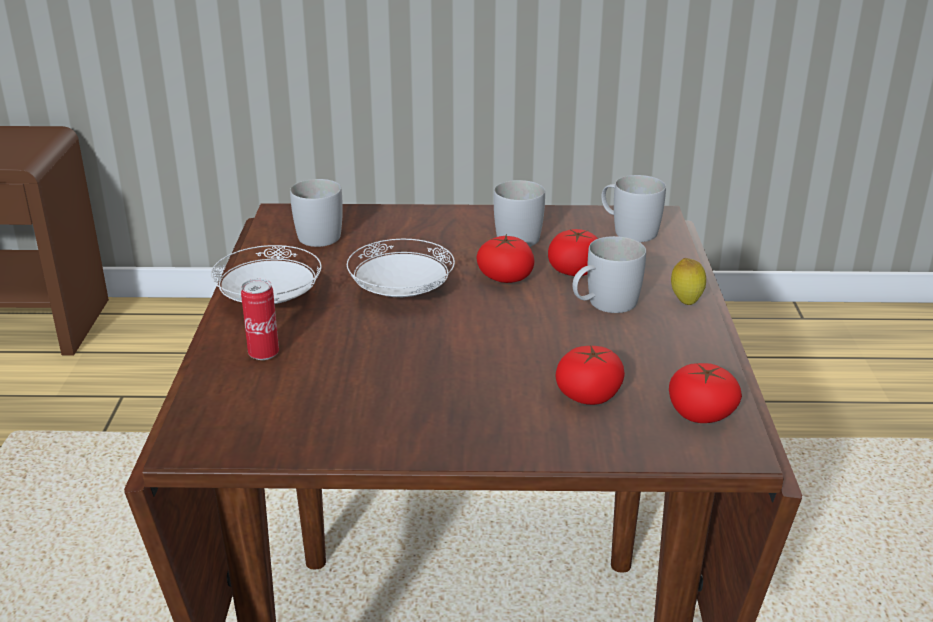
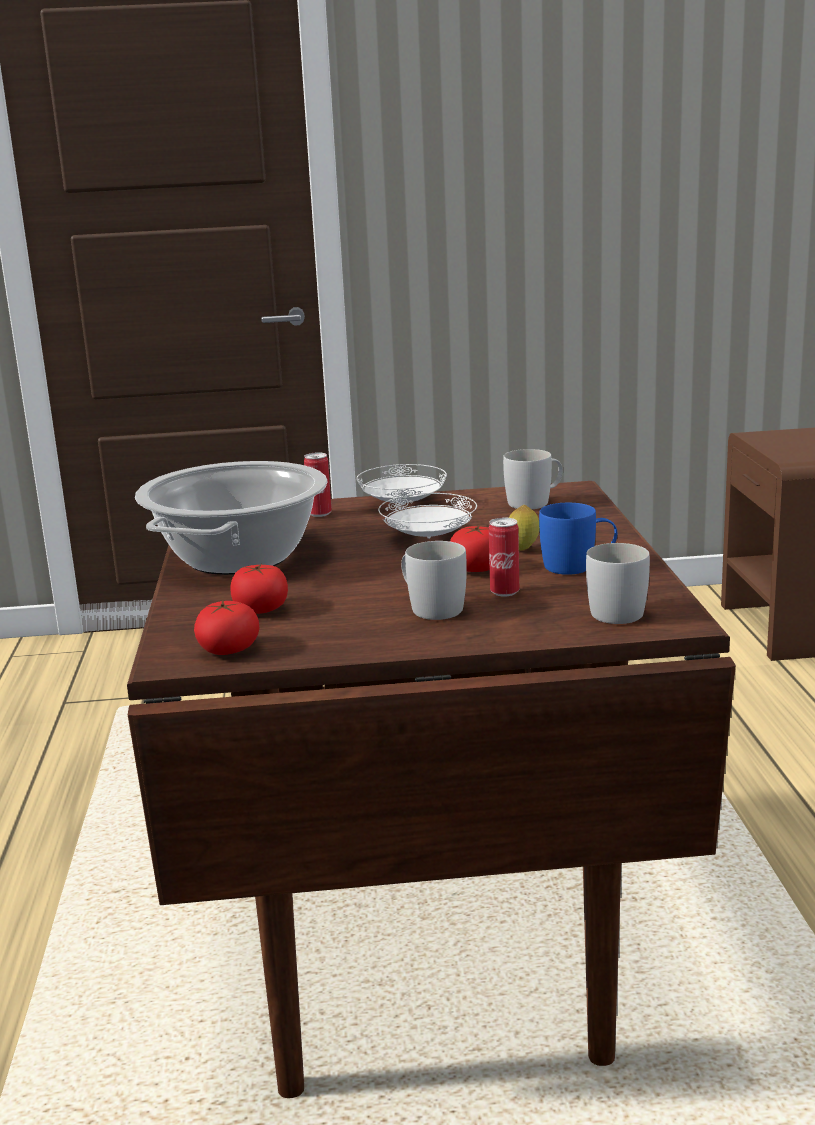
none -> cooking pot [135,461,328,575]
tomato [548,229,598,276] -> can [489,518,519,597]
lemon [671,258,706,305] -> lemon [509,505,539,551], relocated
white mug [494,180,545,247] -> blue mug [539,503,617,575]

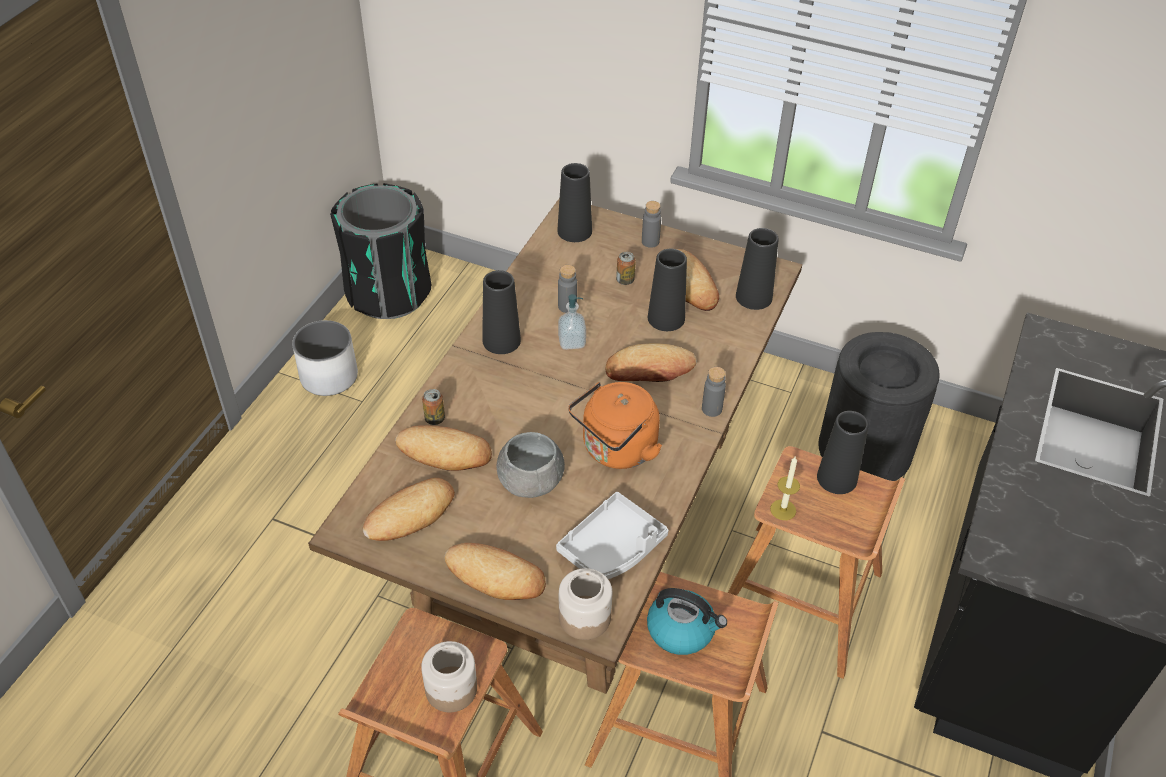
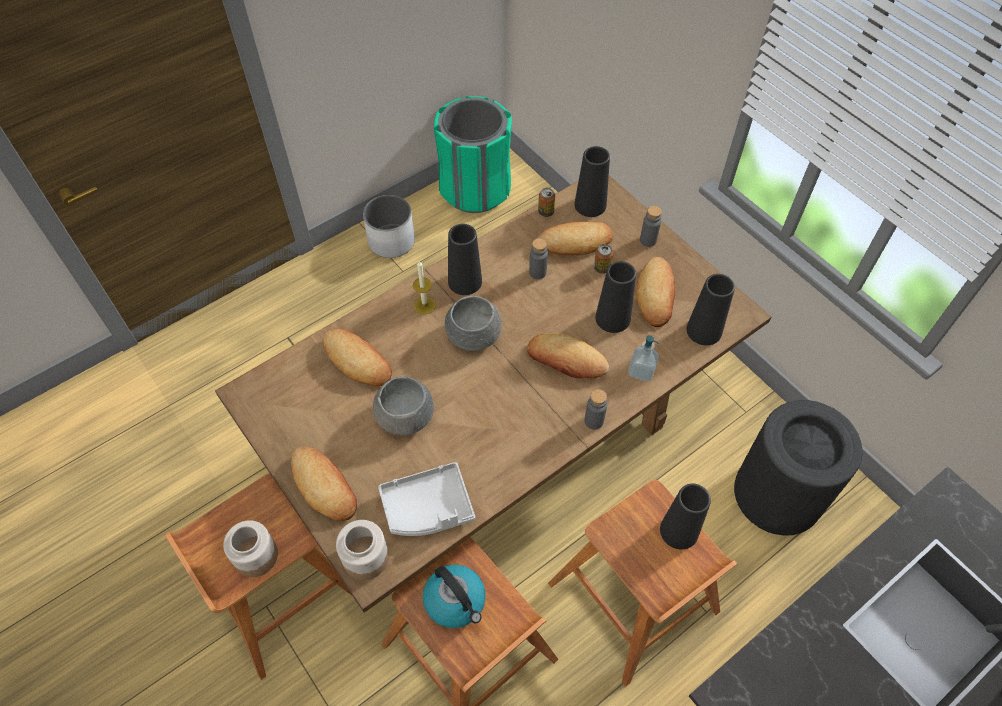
candle [770,457,800,520] -> candle [413,261,436,315], relocated
black trash can [330,183,432,319] -> green trash can [434,96,512,213]
none -> grey bowl [445,296,502,351]
bread [363,478,455,541] -> bread [537,221,613,255], relocated
can [422,389,445,425] -> can [538,188,555,217], relocated
soap dispenser [558,294,586,350] -> soap dispenser [628,335,660,382], relocated
orange kettle [568,382,662,469] -> none

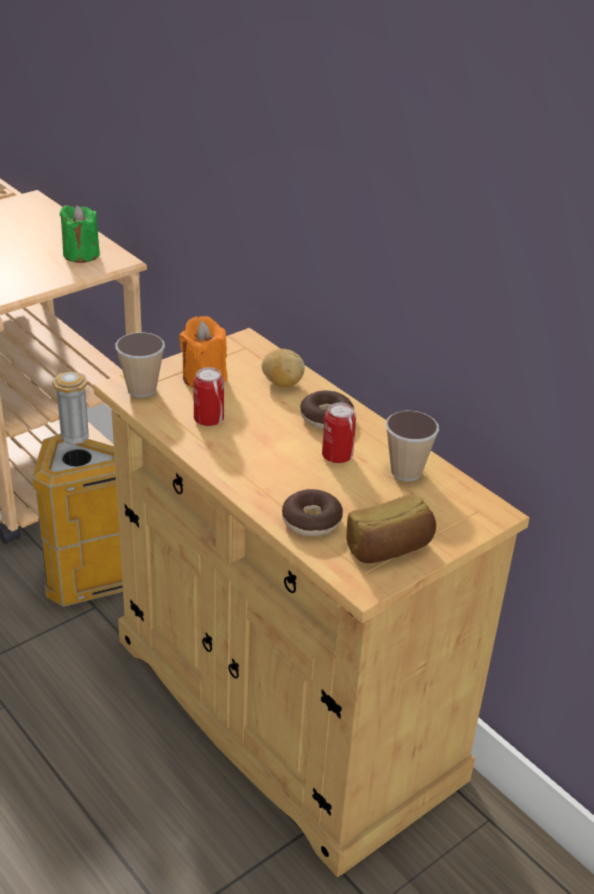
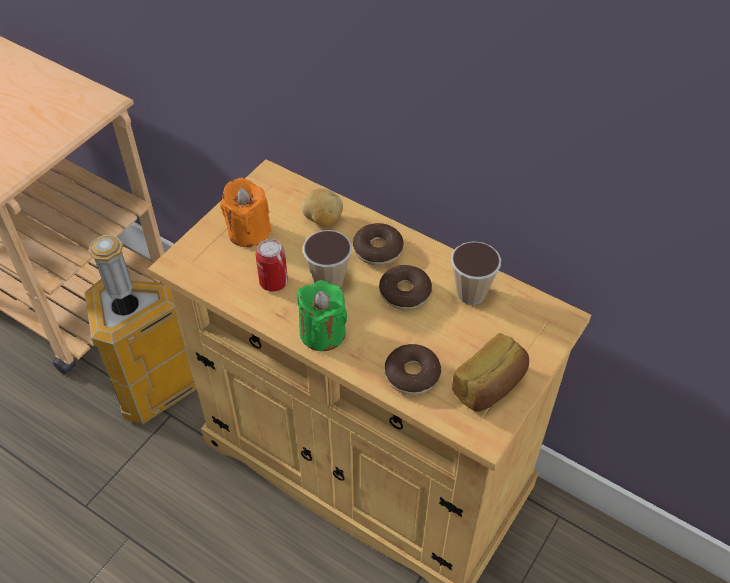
green candle [60,205,100,263] -> green candle [298,280,347,351], relocated
cup [115,332,165,397] -> cup [303,230,352,288], relocated
can [322,403,356,463] -> donut [379,265,432,310]

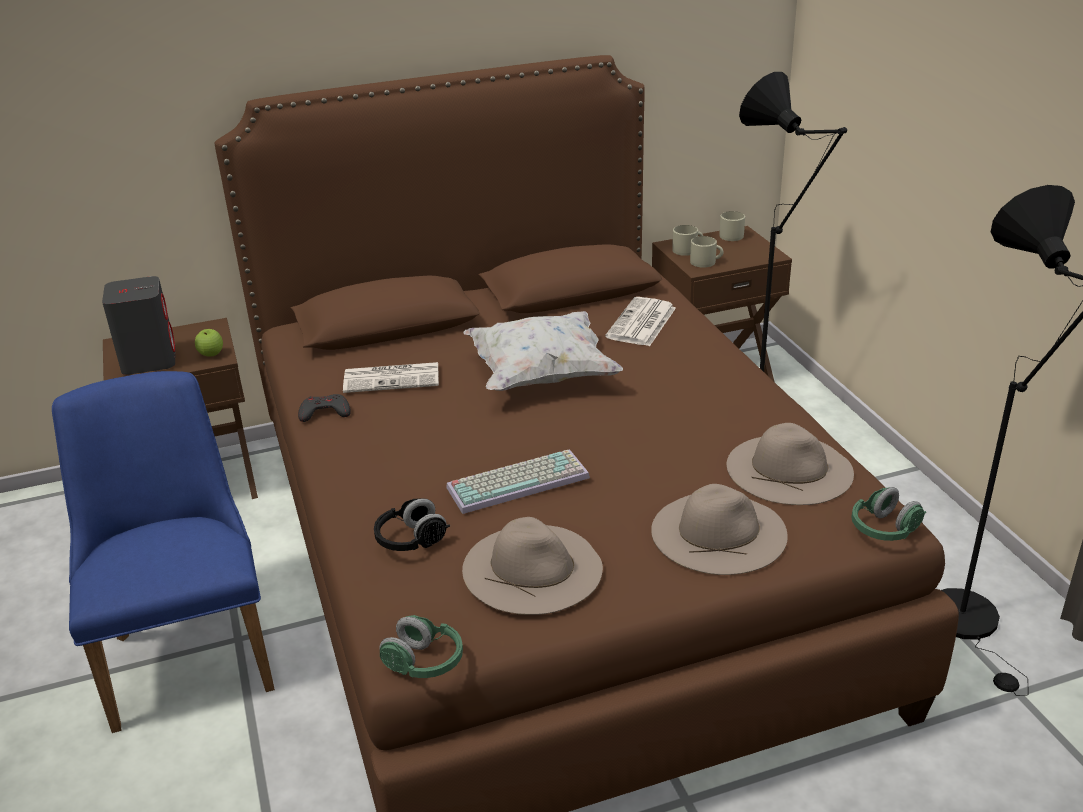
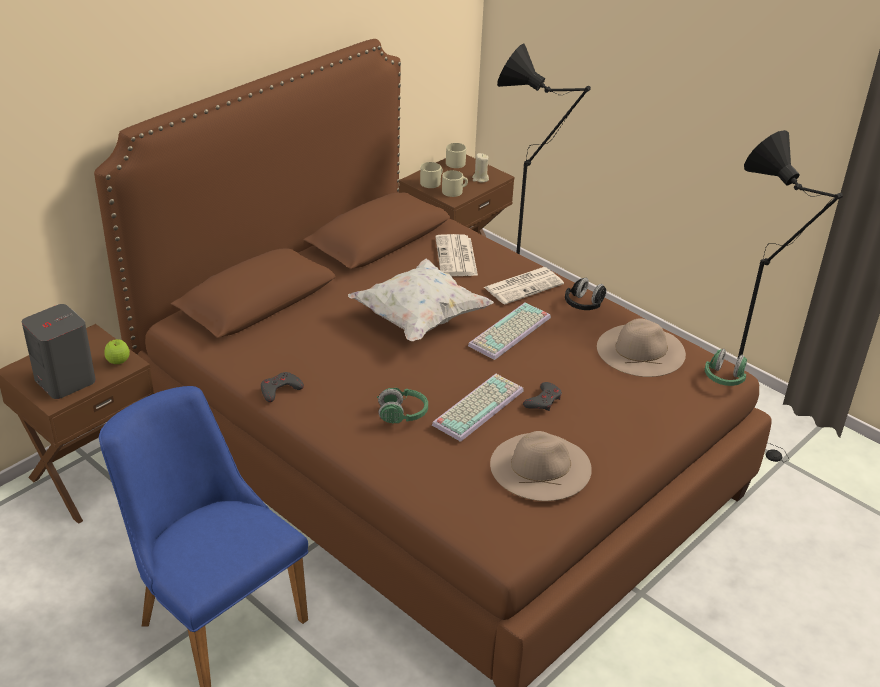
green headphones [379,615,463,678] -> green headphones [377,388,428,424], relocated
none -> keyboard [468,303,551,360]
none -> beige candle [472,153,489,182]
newspaper [343,362,439,393] -> newspaper [484,267,564,305], relocated
none -> grey game controller [523,382,562,411]
black headphones [374,498,450,551] -> black headphones [565,278,607,310], relocated
beige hat [651,484,788,575] -> none

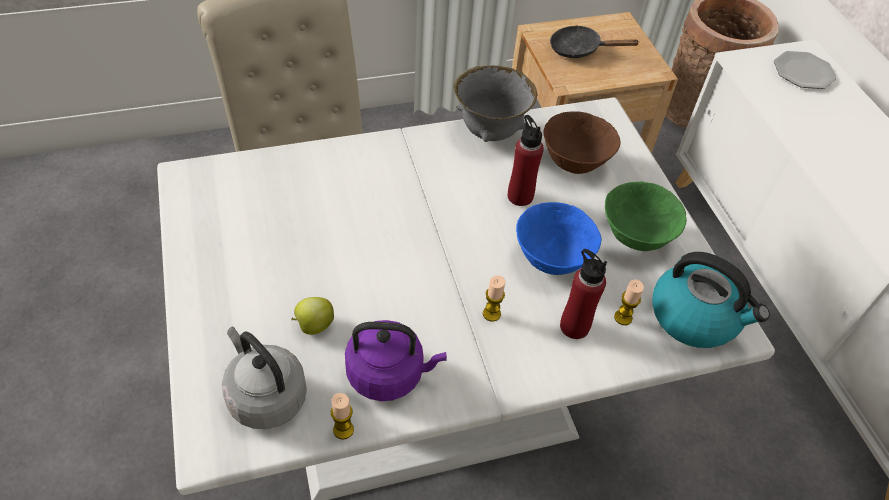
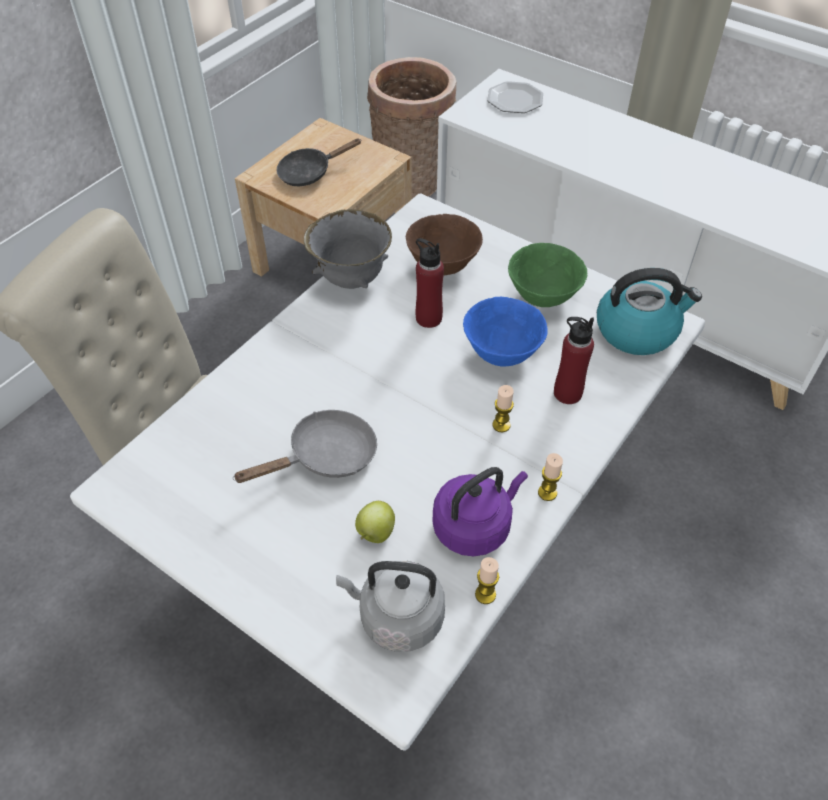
none -> grey frying pan [233,410,377,483]
candle [614,279,644,325] -> candle [538,453,563,501], relocated

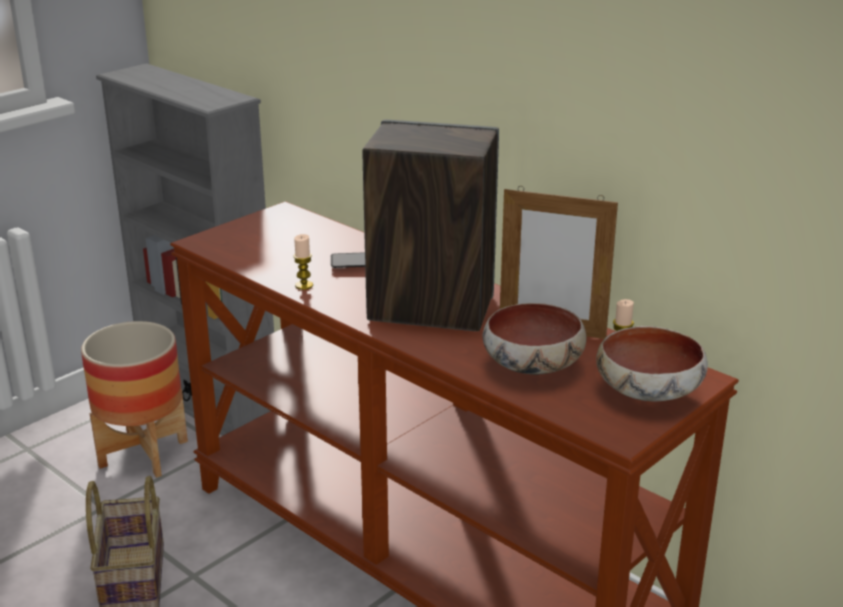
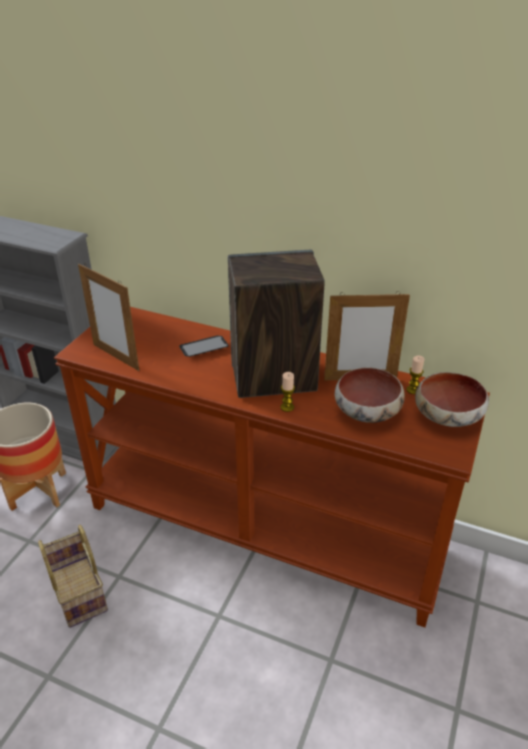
none -> picture frame [78,264,140,371]
candle [293,234,313,290] -> candle [280,372,295,412], relocated

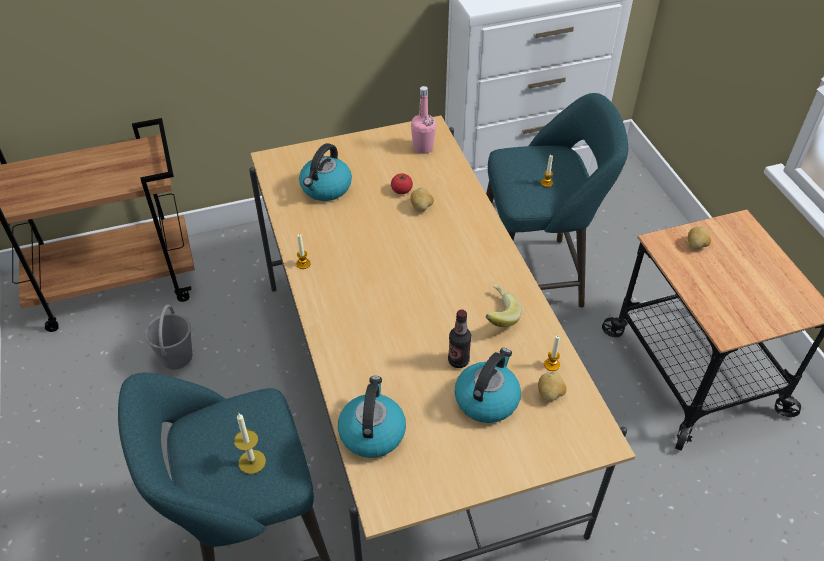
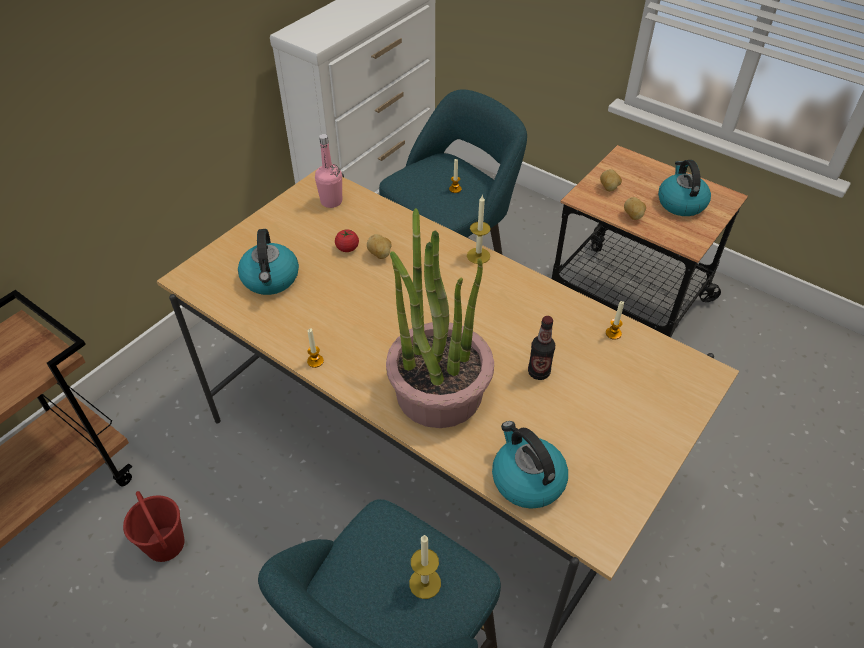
grey bucket [145,304,192,370] -> red bucket [123,491,185,562]
none -> potted plant [386,208,494,428]
none -> candle [467,196,491,264]
potato [538,371,567,401] -> potato [624,197,646,220], relocated
kettle [455,348,521,423] -> kettle [658,160,711,216], relocated
banana [486,284,522,327] -> none

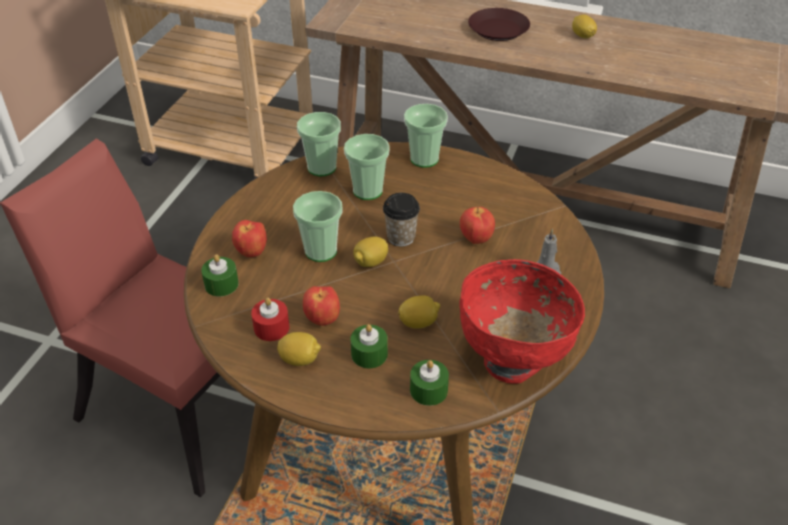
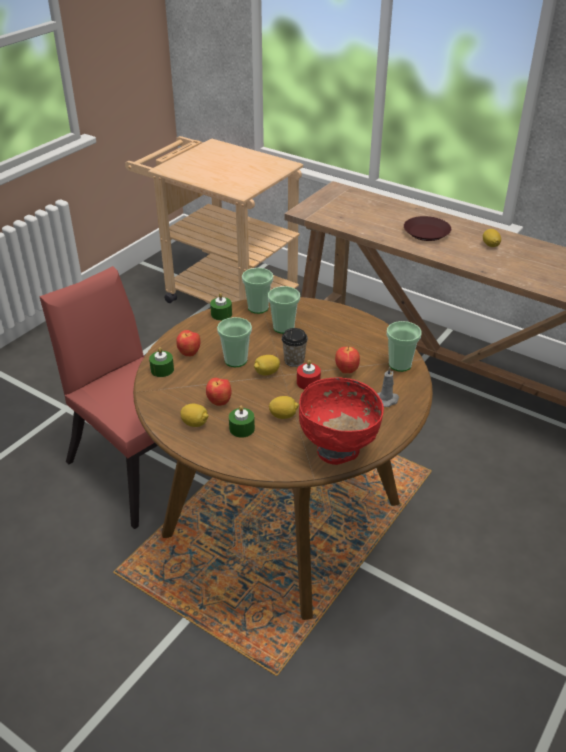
green candle [410,360,449,406] -> green candle [210,293,232,321], relocated
red candle [251,298,289,341] -> red candle [297,360,321,390], relocated
cup [404,104,448,168] -> cup [387,321,422,372], relocated

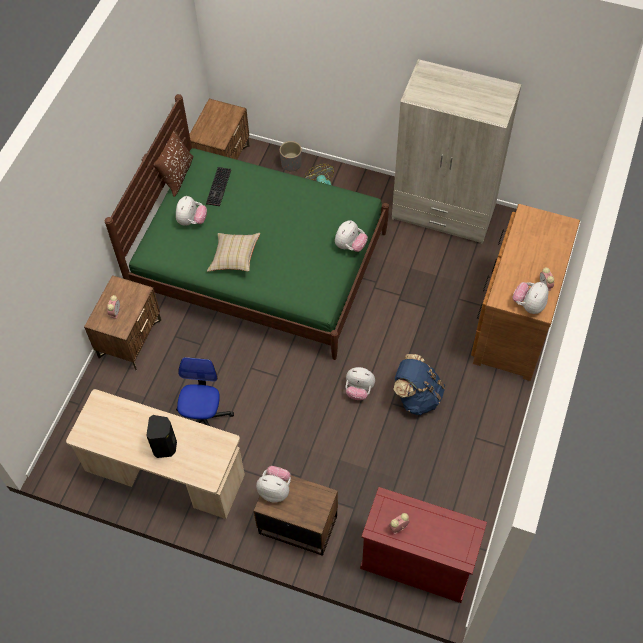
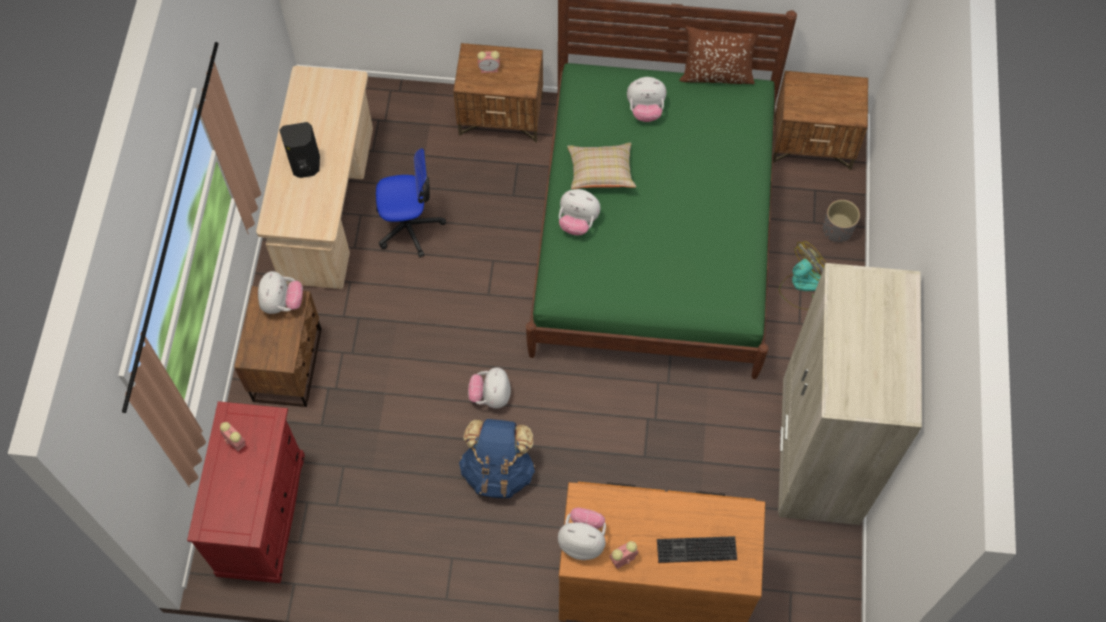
plush toy [335,220,368,252] -> plush toy [559,189,601,235], relocated
keyboard [206,167,231,206] -> keyboard [657,536,737,563], relocated

